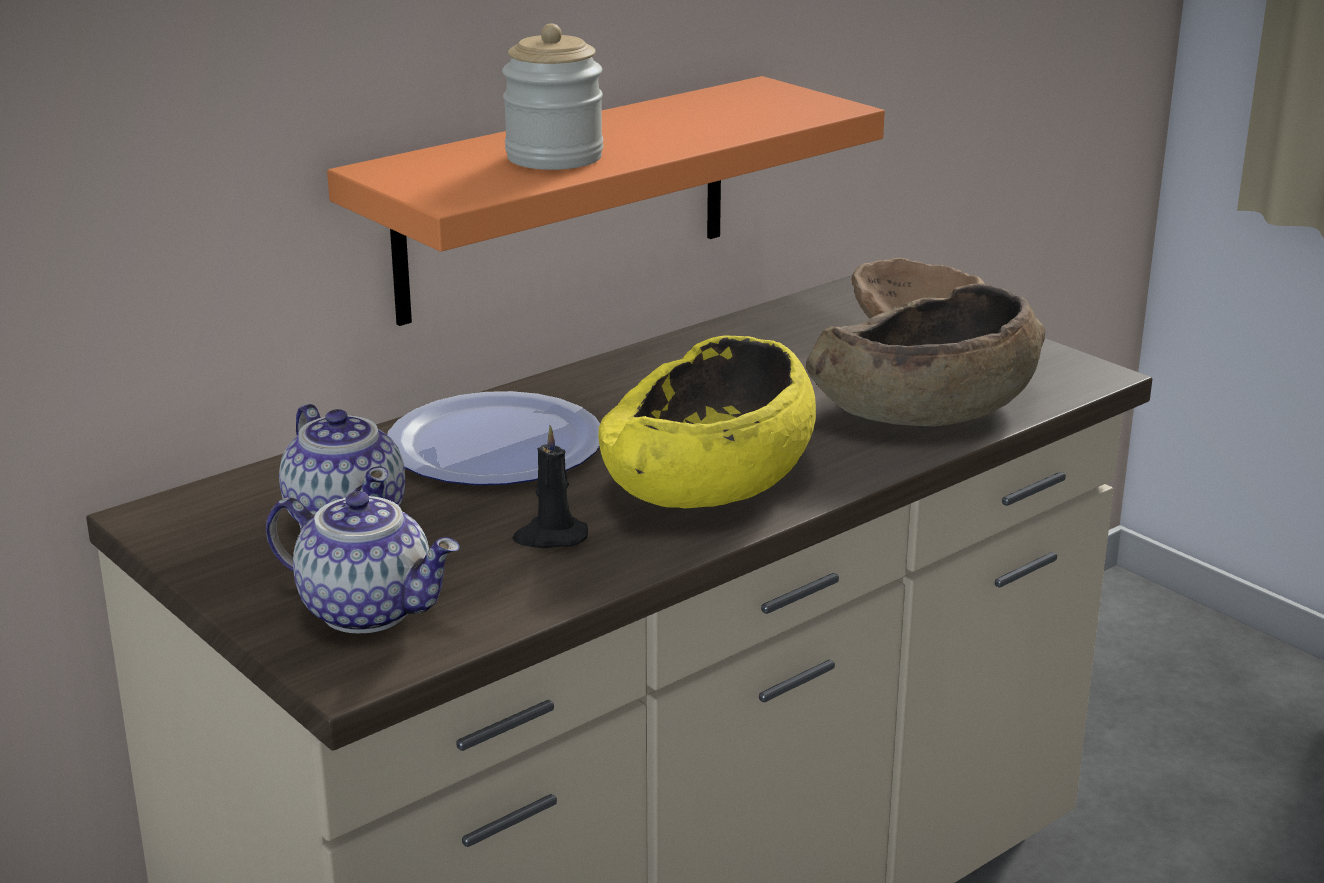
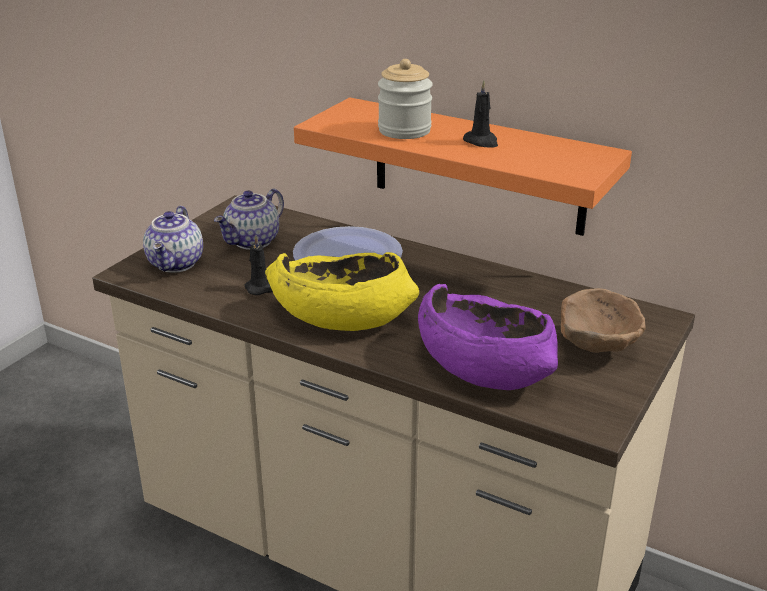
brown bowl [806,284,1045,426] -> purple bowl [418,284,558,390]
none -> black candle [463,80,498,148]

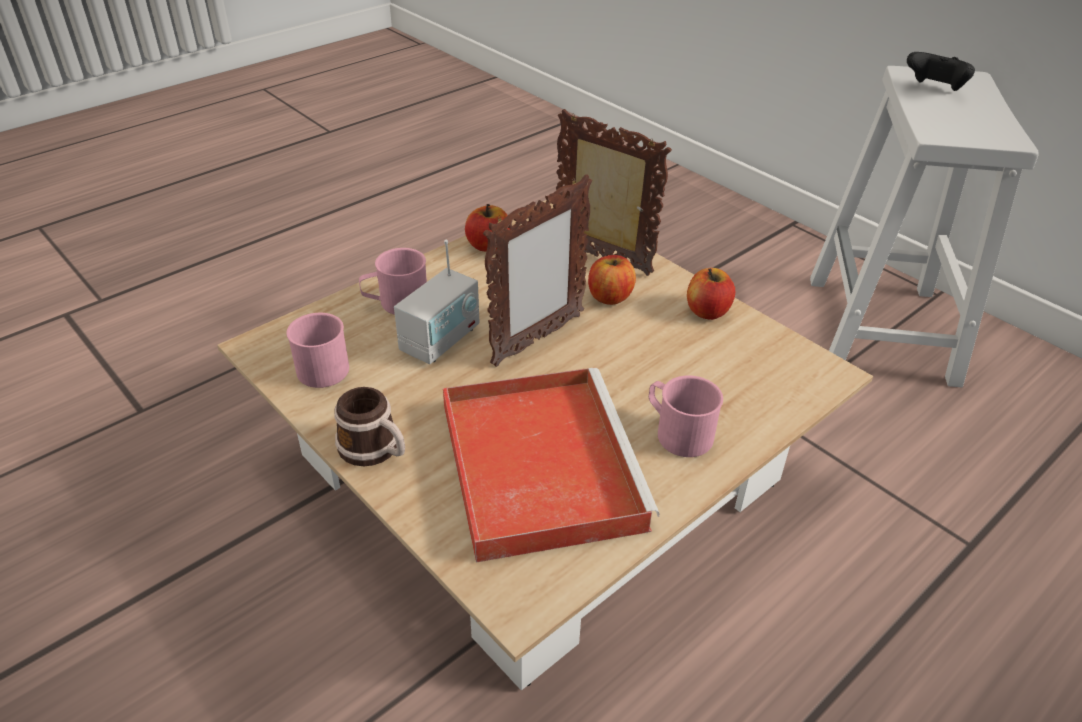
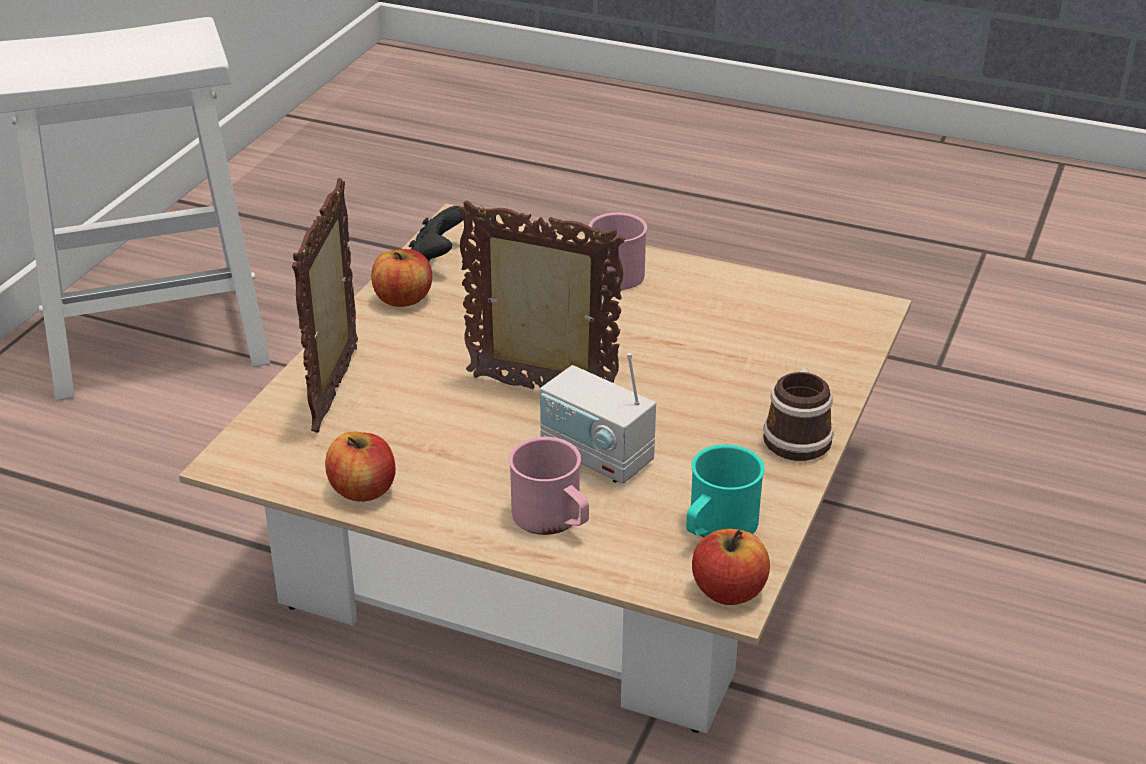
black game controller [907,52,975,91] -> black game controller [409,206,463,261], relocated
radio [394,240,479,364] -> radio [540,353,656,484], 150 degrees counterclockwise
pink mug [286,313,349,388] -> turquoise mug [686,444,765,537]
apple [588,255,636,305] -> apple [692,529,770,605], relocated
red tray [443,368,659,563] -> none

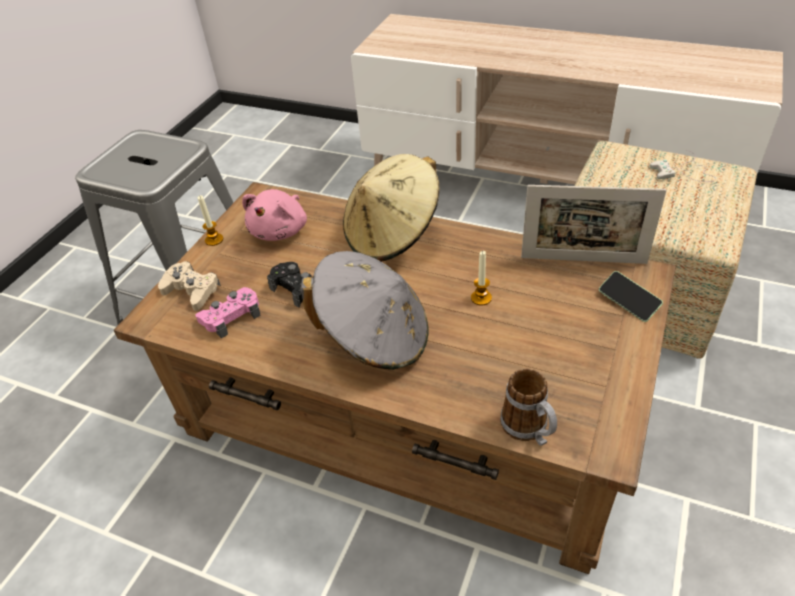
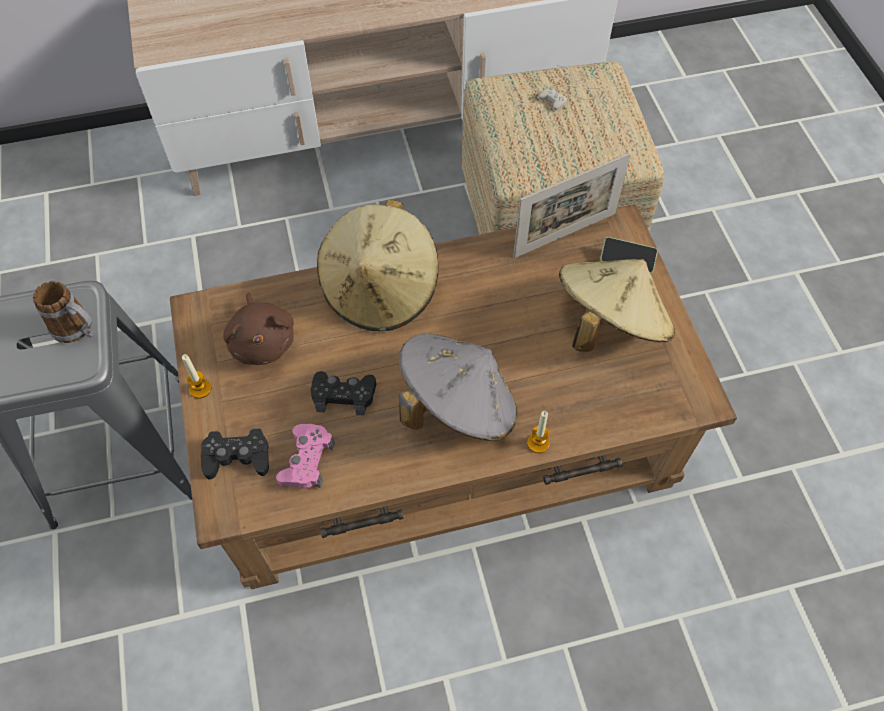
mug [500,368,557,446] -> mug [33,281,95,343], relocated
beige game controller [158,261,221,311] -> black game controller [201,428,269,479]
pink plush toy [242,189,307,241] -> brown plush toy [223,293,294,365]
candle [471,251,492,306] -> candle [527,411,550,453], relocated
none -> beige hat [559,259,675,352]

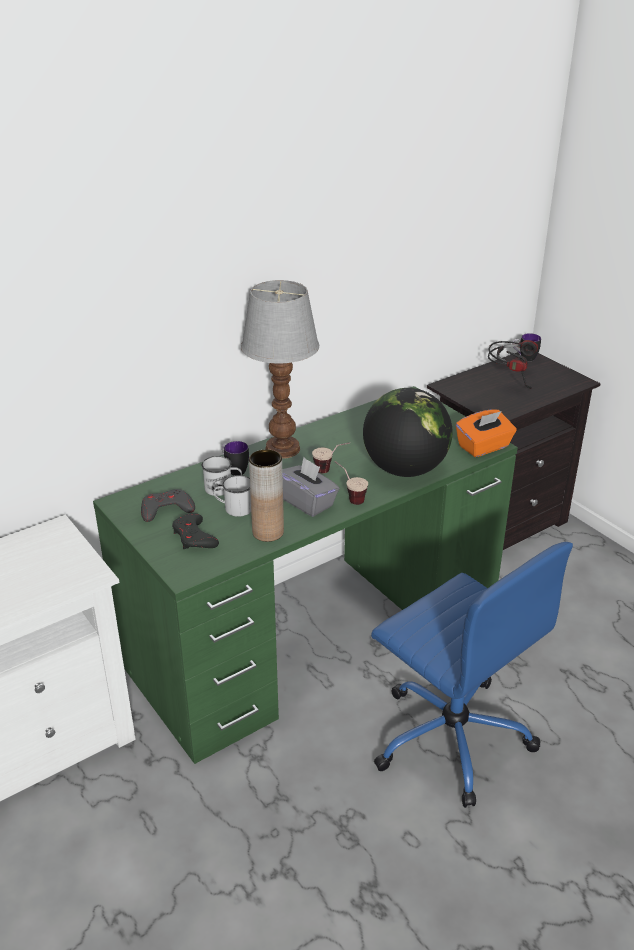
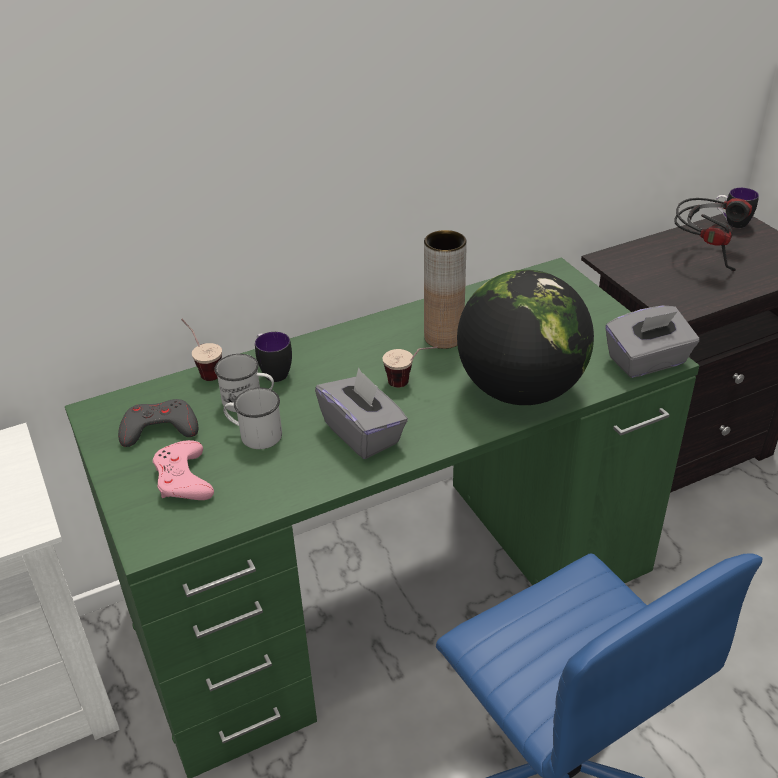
black game controller [172,513,219,549] -> pink game controller [153,440,214,500]
cup [334,461,368,505] -> cup [181,319,222,381], relocated
brown vase [249,449,284,542] -> brown vase [424,230,467,349], relocated
orange tissue box [456,409,517,457] -> grey tissue box [605,306,699,378]
table lamp [241,280,319,459] -> none

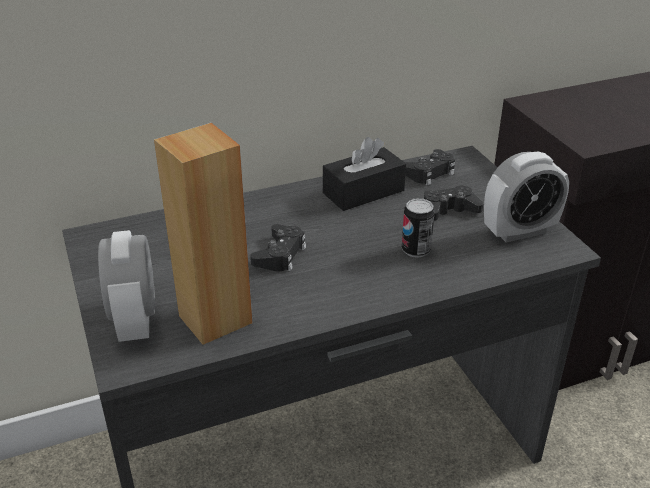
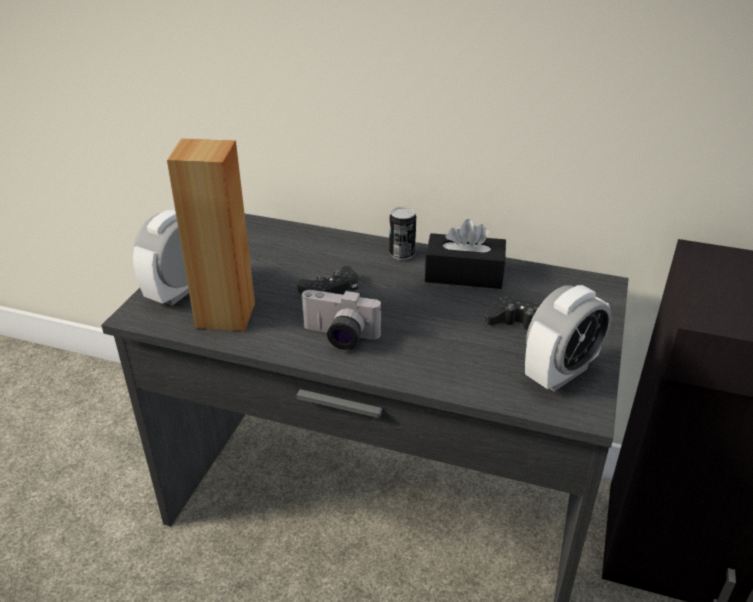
none -> photo camera [300,289,382,350]
can [402,198,435,258] -> can [389,207,416,260], relocated
alarm clock [484,151,569,243] -> alarm clock [525,285,612,392], 60 degrees counterclockwise
black game controller [405,149,455,186] -> none

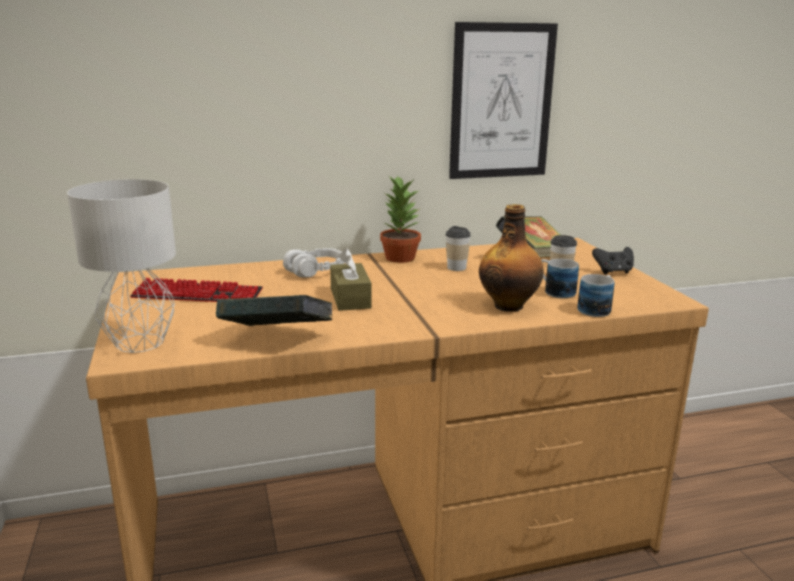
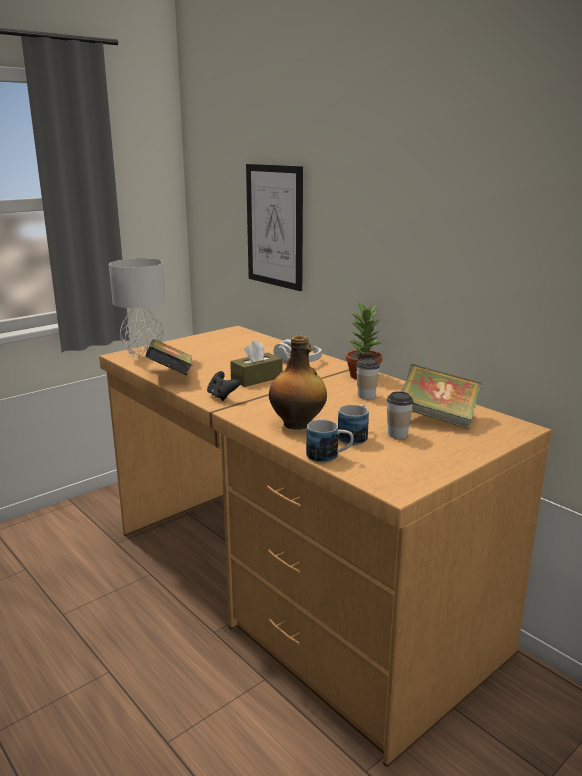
black game controller [592,247,634,275] -> black game controller [207,371,240,401], relocated
picture [449,22,558,179] -> picture [246,164,303,291], relocated
keyboard [130,278,263,302] -> none

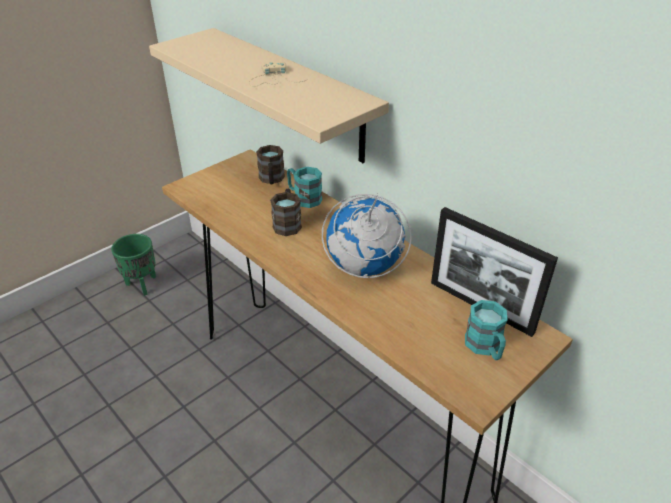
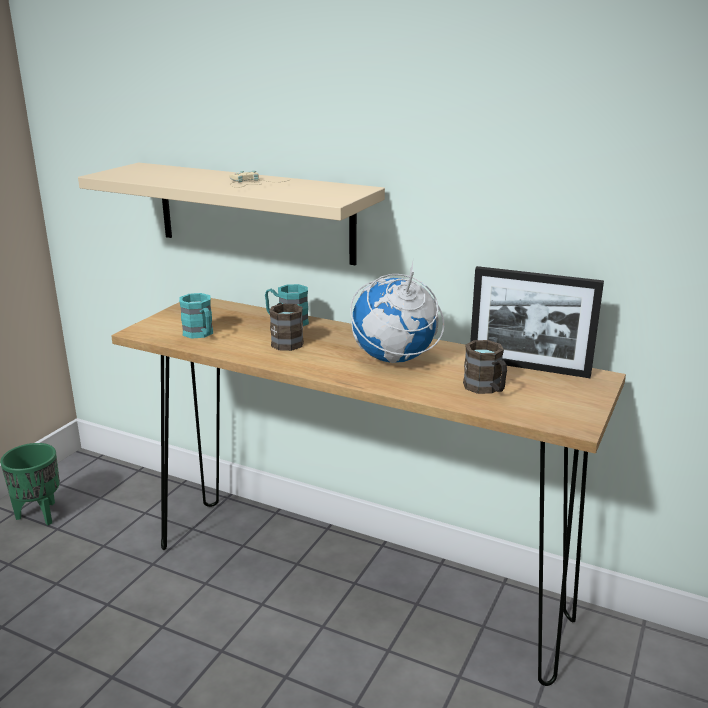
turquoise mug [465,300,508,360] -> turquoise mug [179,293,213,338], relocated
brown mug [256,145,285,184] -> brown mug [463,340,507,394], relocated

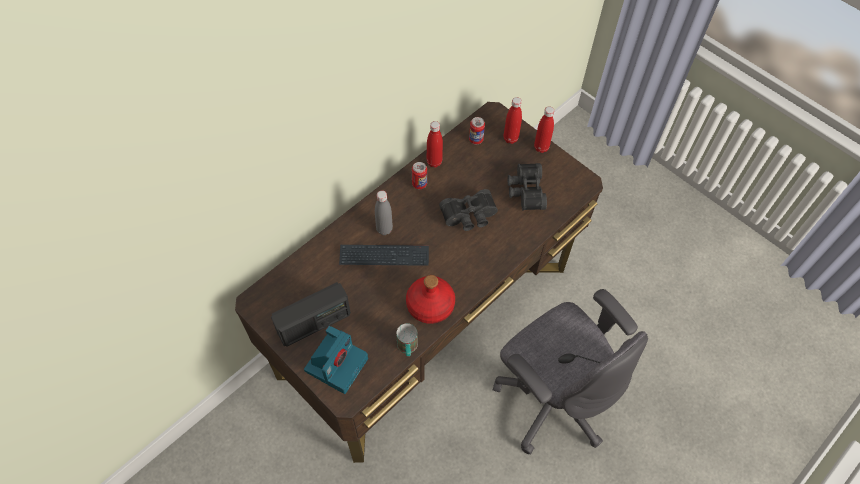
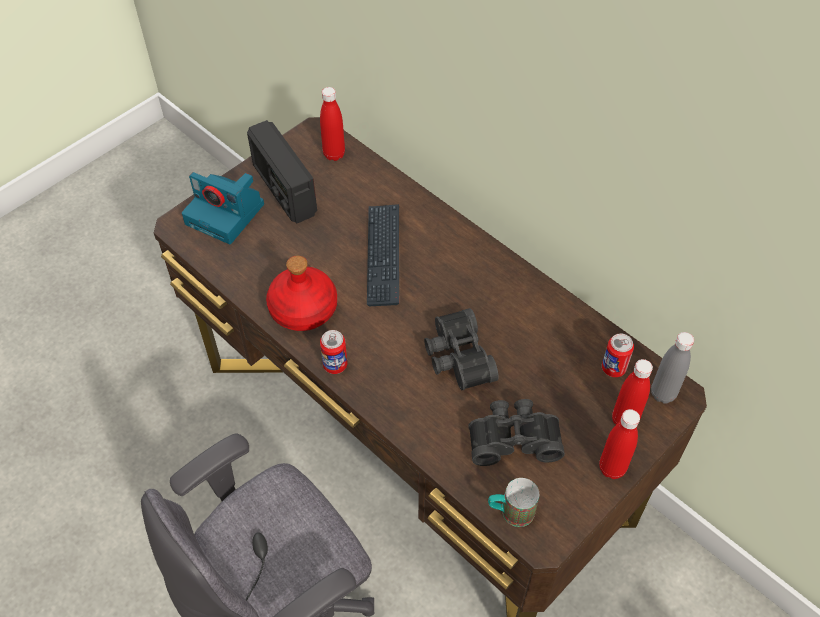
red bottle [427,121,443,167] -> red bottle [320,87,345,161], relocated
can [412,162,427,189] -> can [320,330,347,374], relocated
mug [396,323,418,356] -> mug [488,478,539,527], relocated
grey bottle [375,191,393,235] -> grey bottle [651,332,694,404], relocated

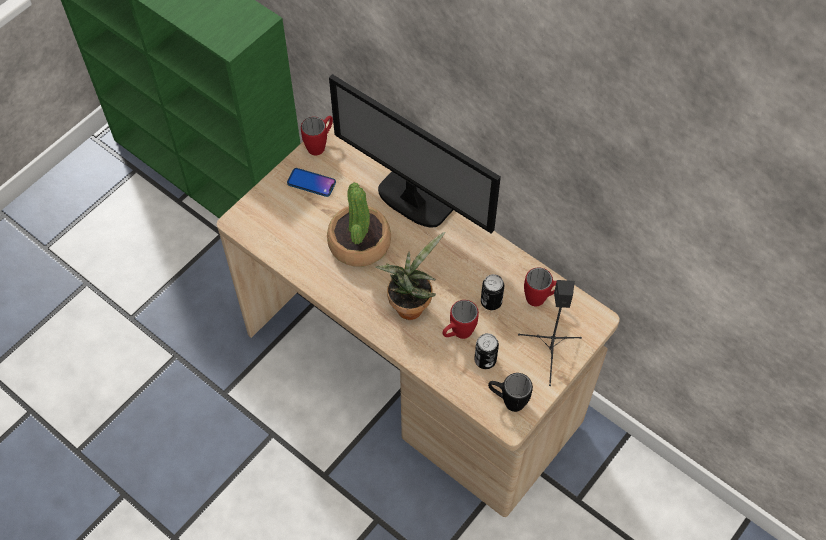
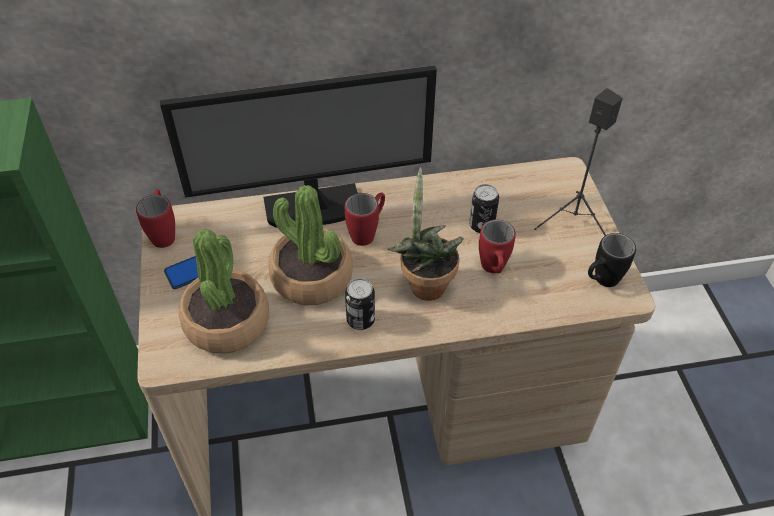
none -> potted plant [179,229,269,354]
red mug [524,267,557,306] -> red mug [345,193,385,246], relocated
can [474,333,499,369] -> can [345,278,375,330], relocated

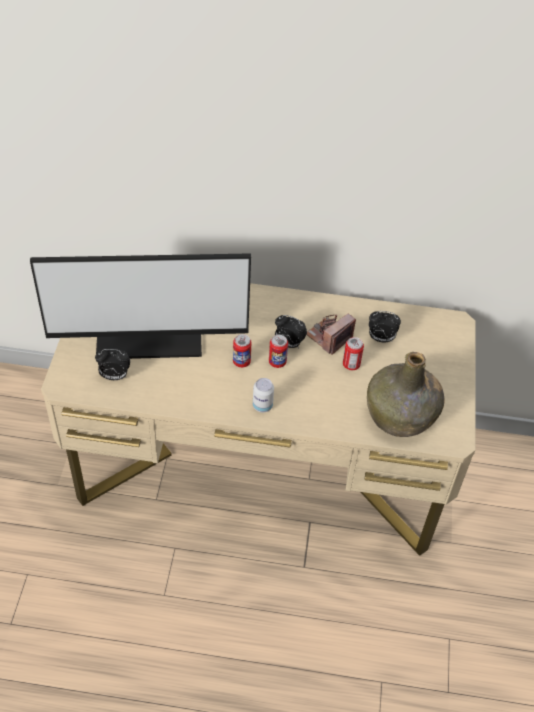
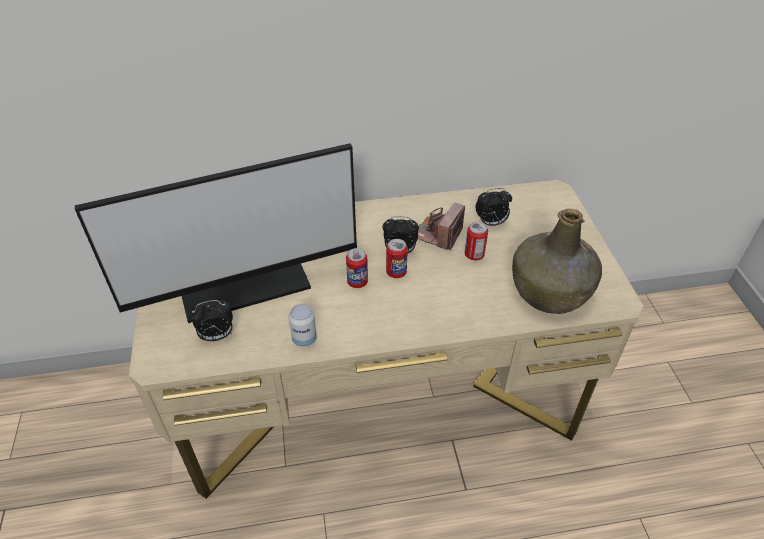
can [253,378,274,412] -> can [289,304,317,347], relocated

